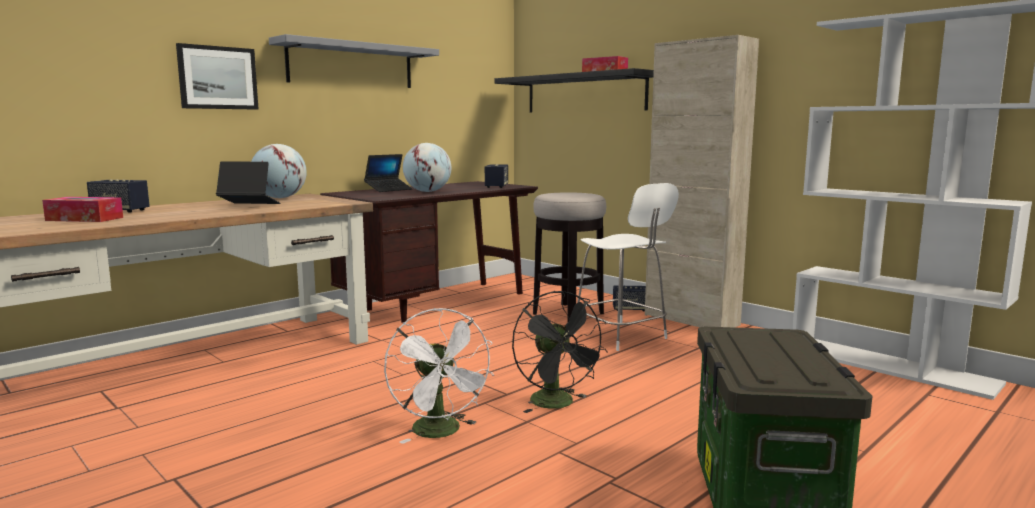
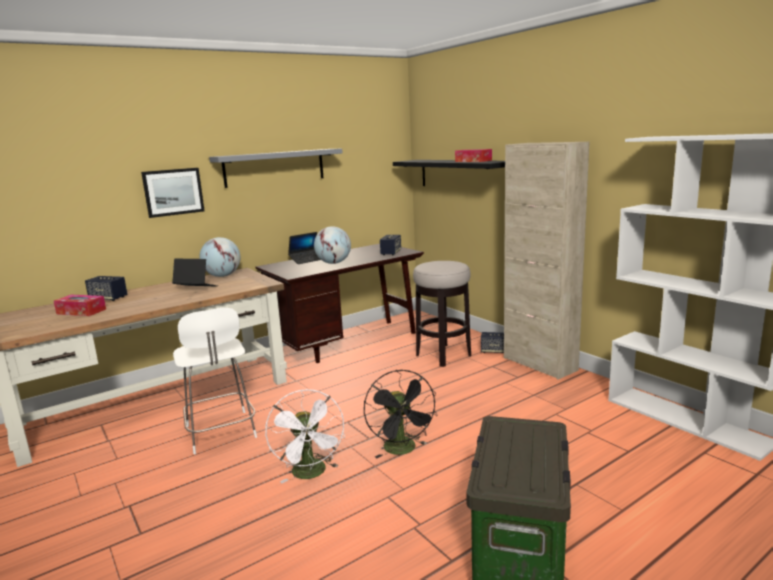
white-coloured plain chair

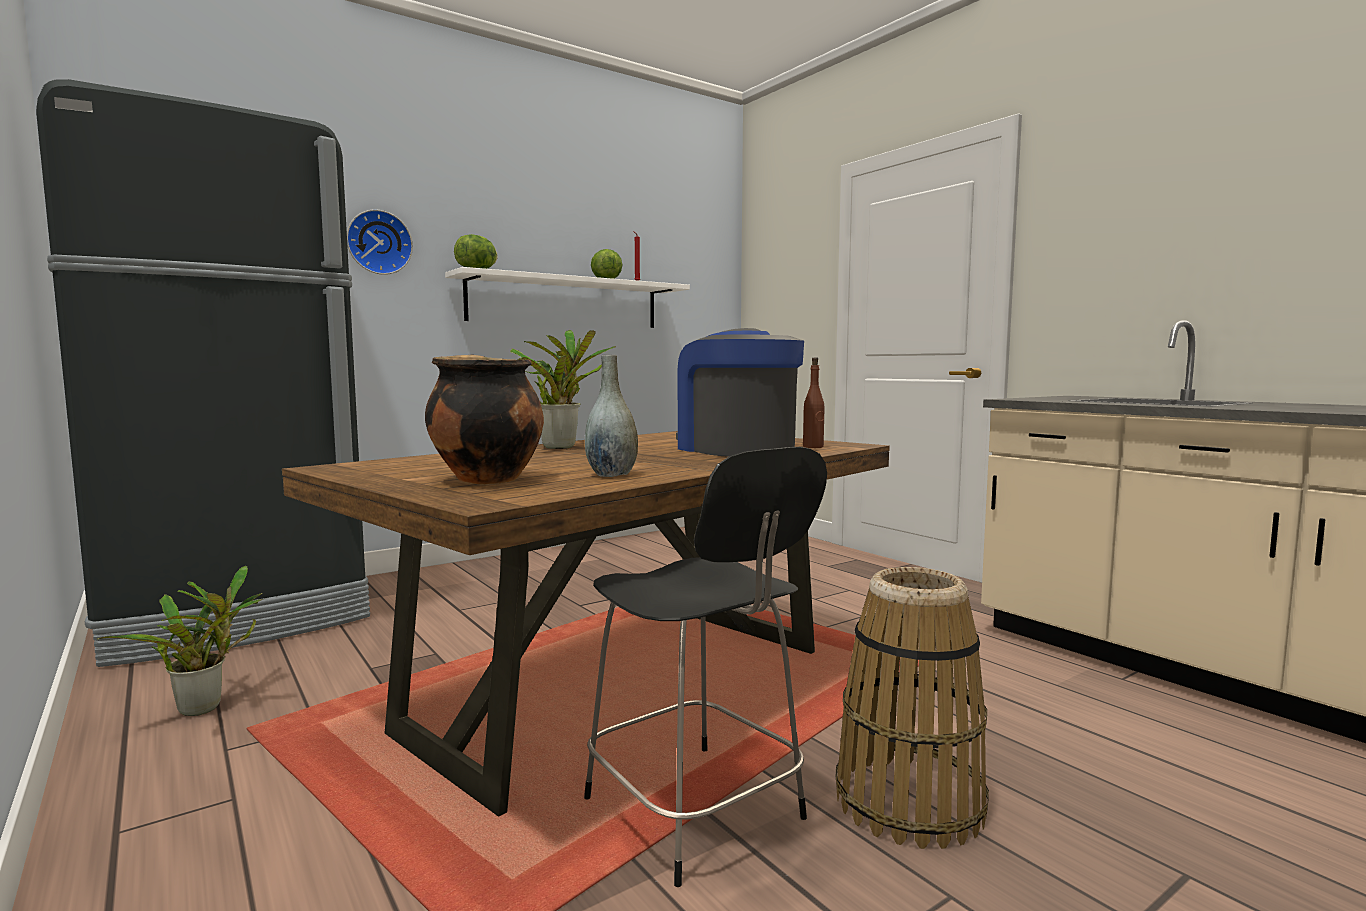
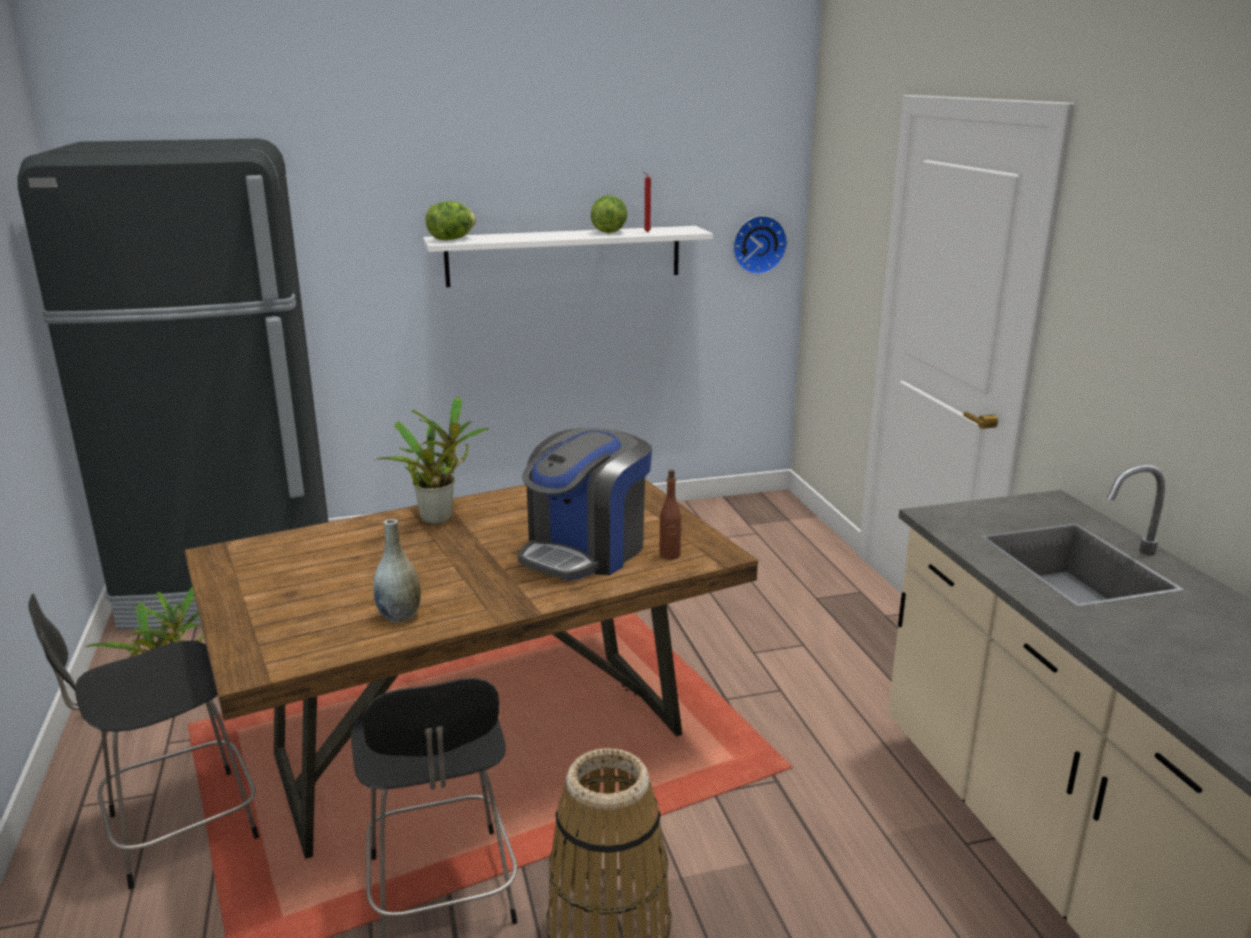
saucepot; blackish plain chair (no. 1 from left); hanging clock; coffee machine

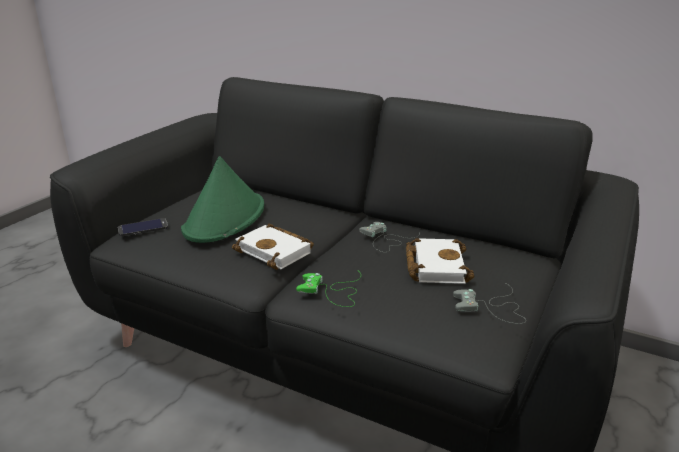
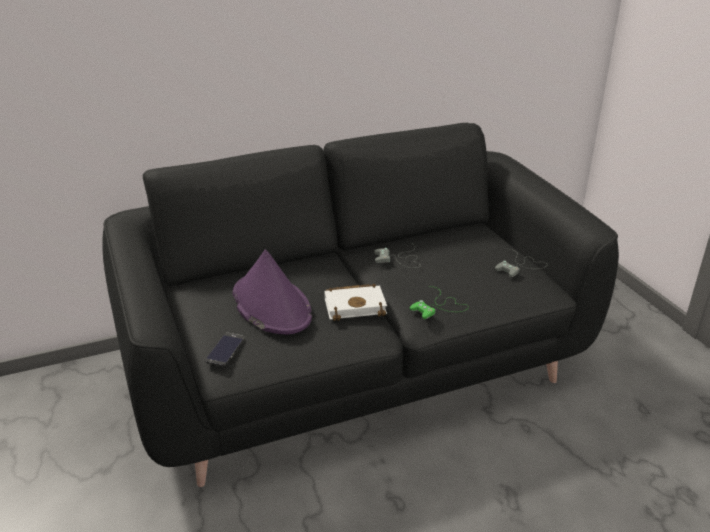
white-coloured bound book (no. 2 from left in the first image); purple wearable hat

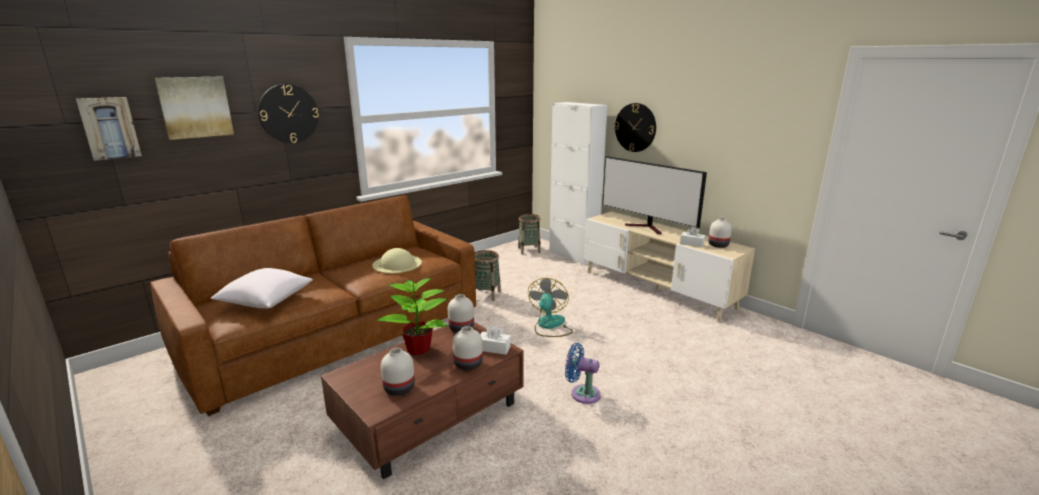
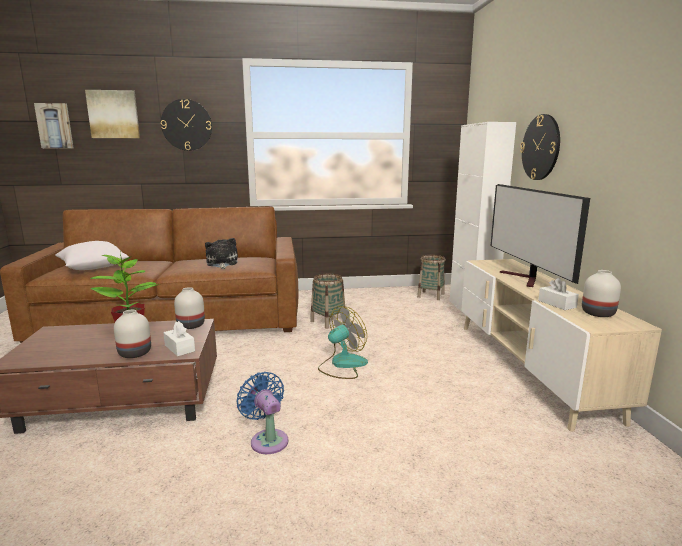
white-coloured flower vase (no. 1 from left in the first image); cuddly toy

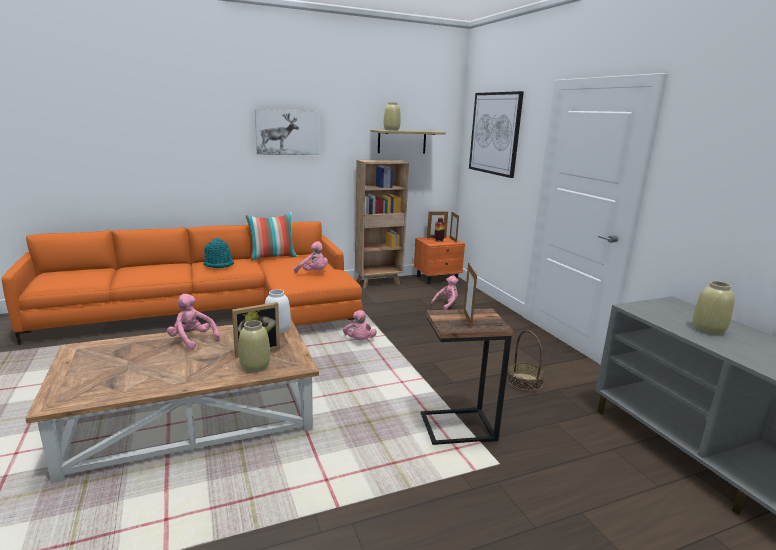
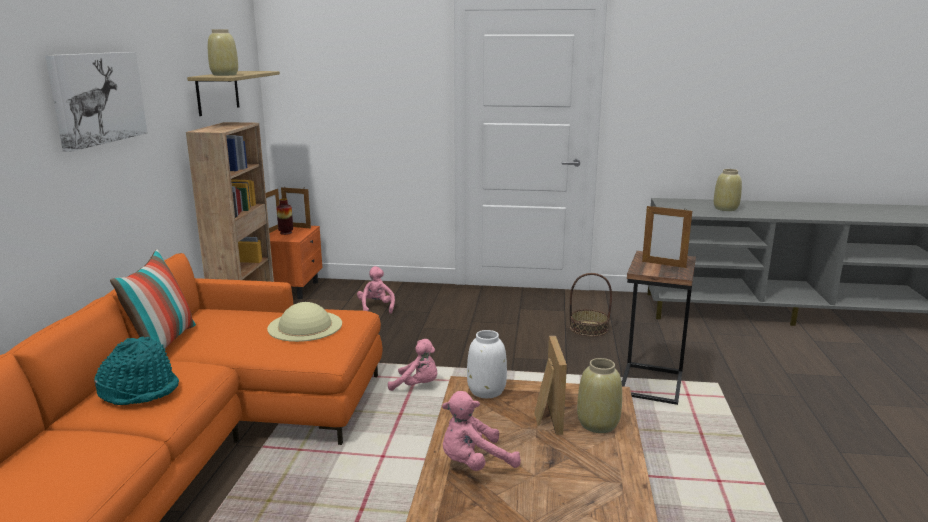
wall art (no. 2 from left in the first image); sand-coloured wearable hat

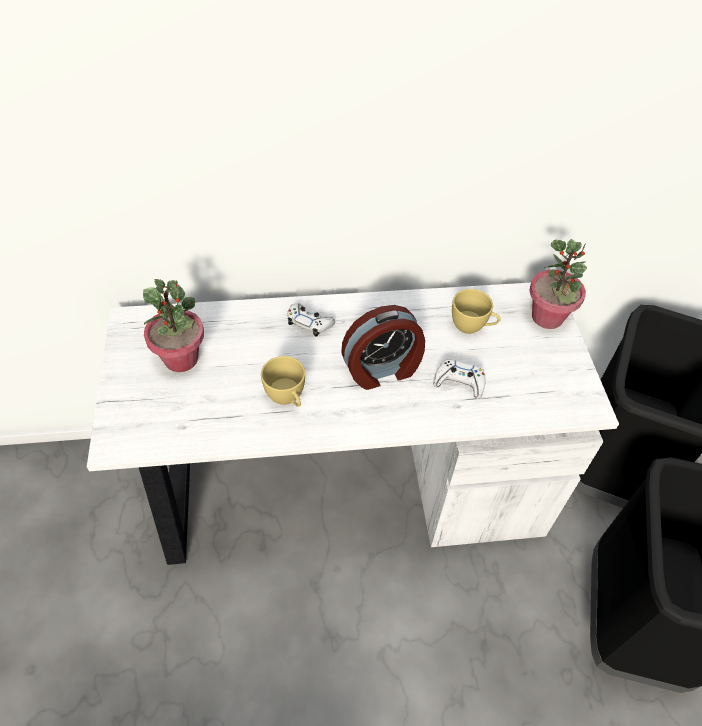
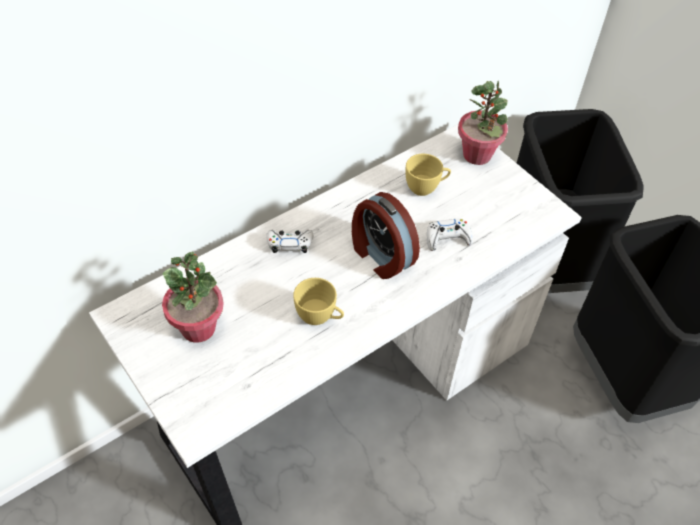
alarm clock

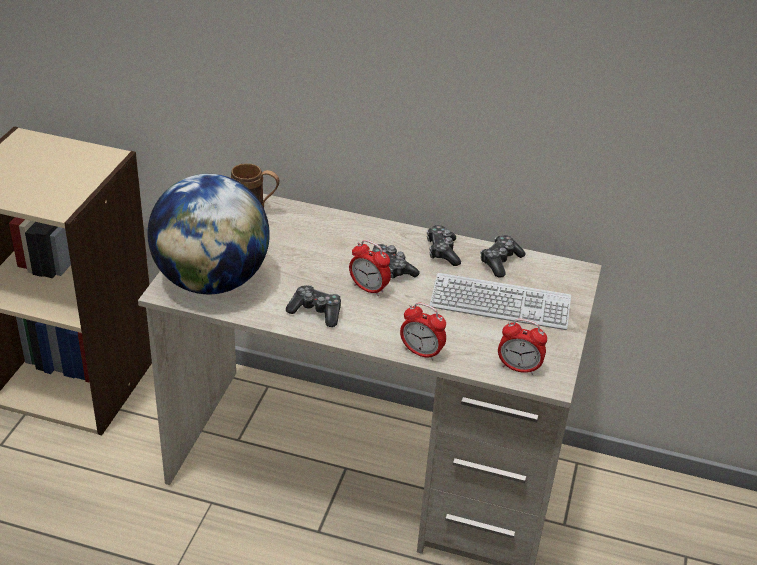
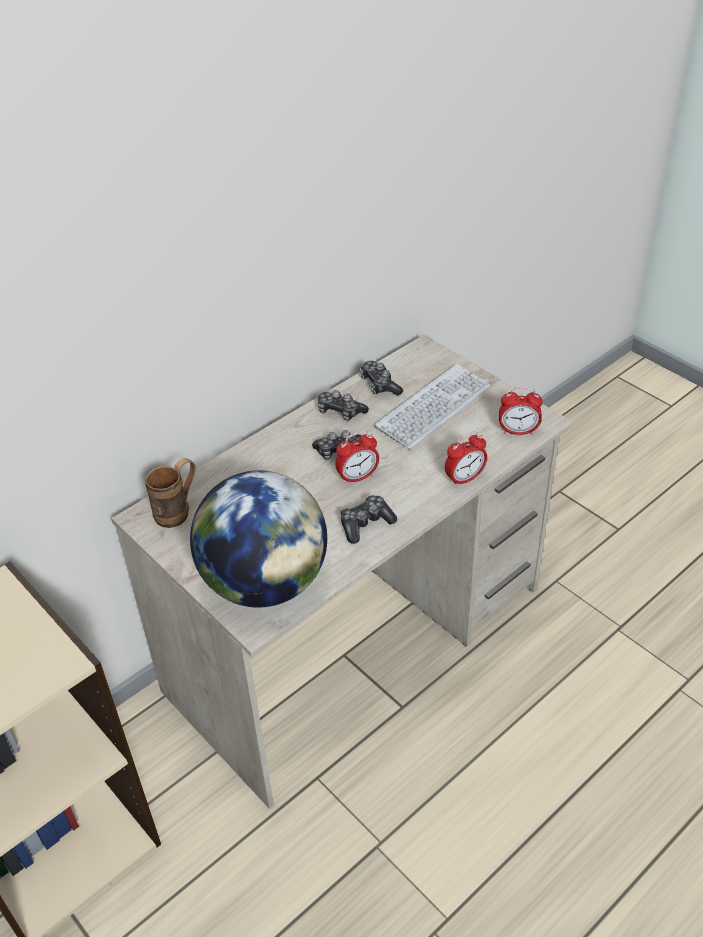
alarm clock (no. 3 from left)

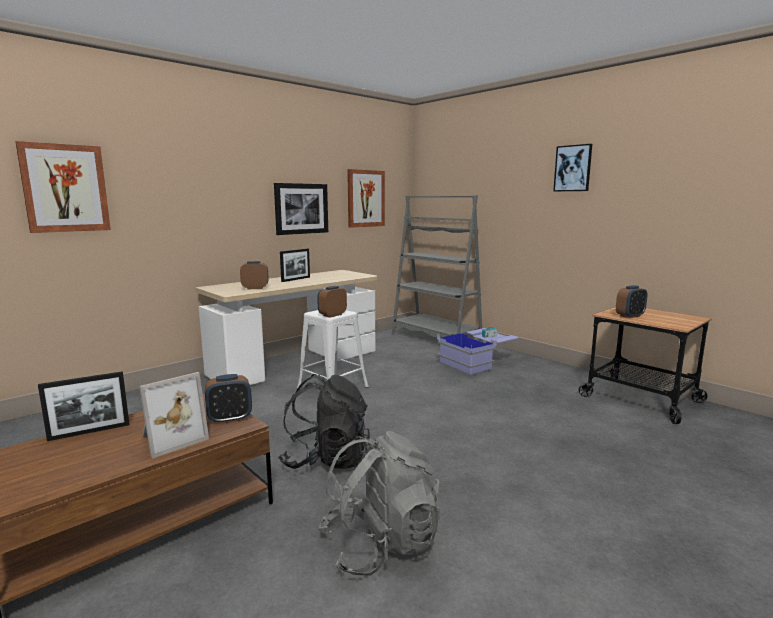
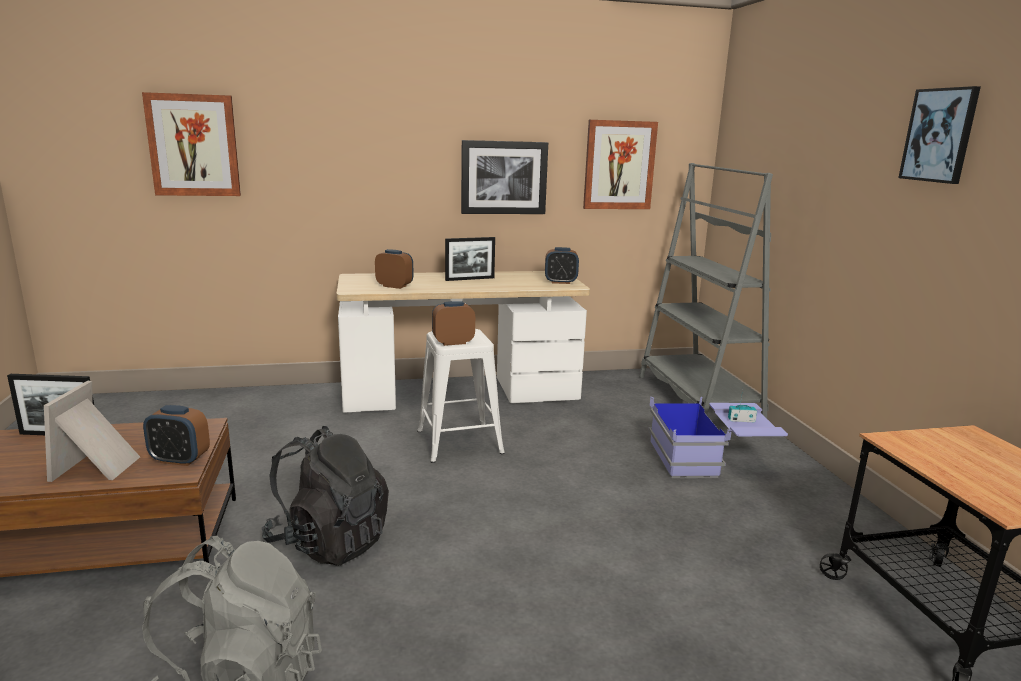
alarm clock (no. 4 from left); photo frame (no. 2 from left)

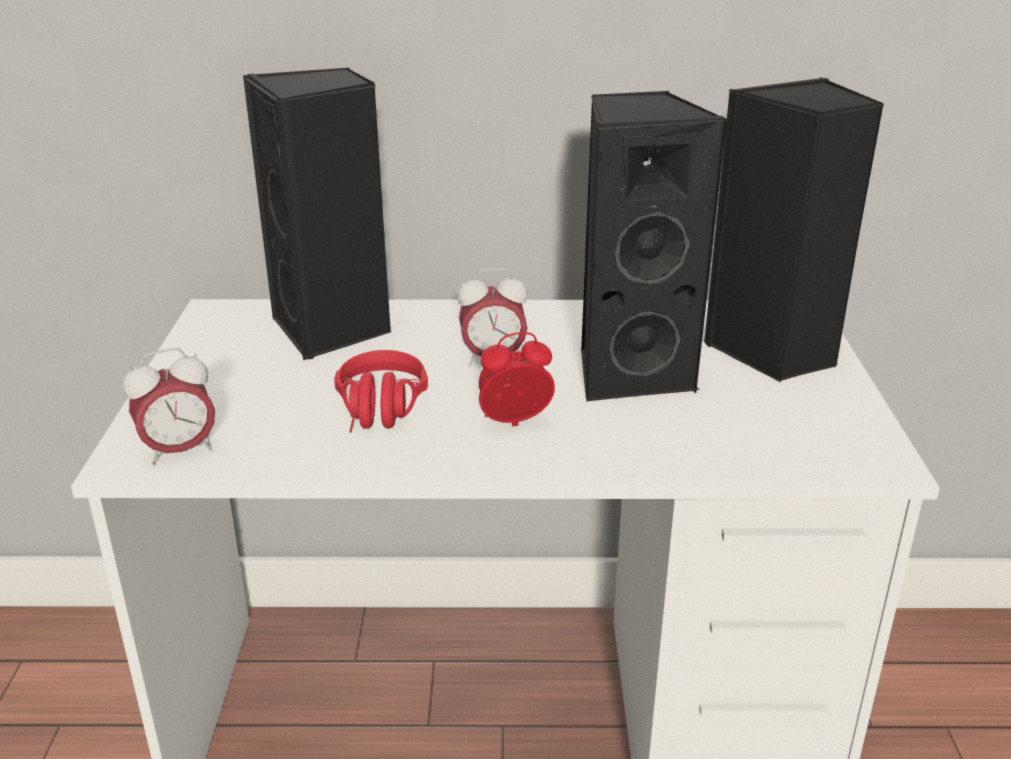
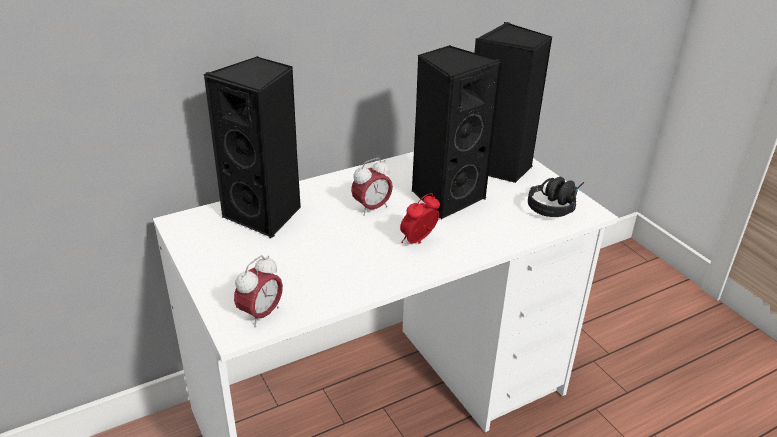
red-coloured headset; blackish headset

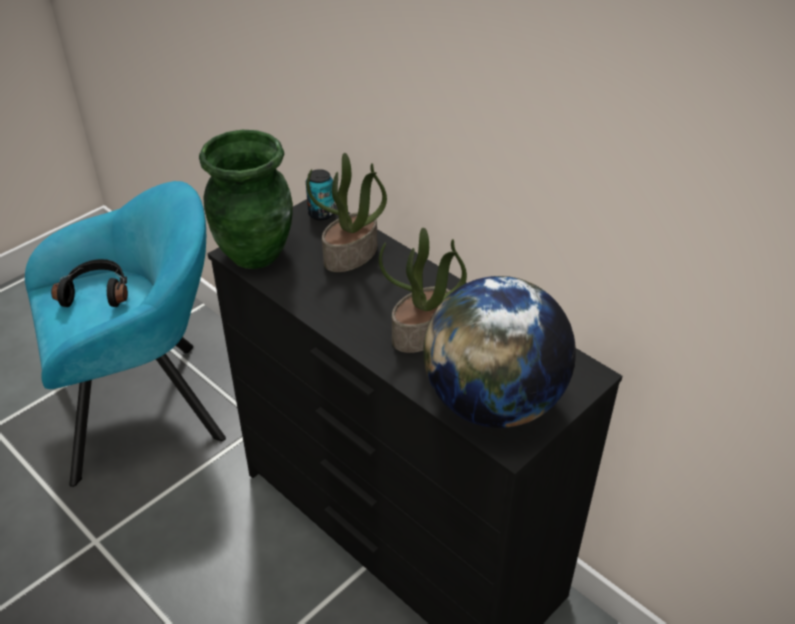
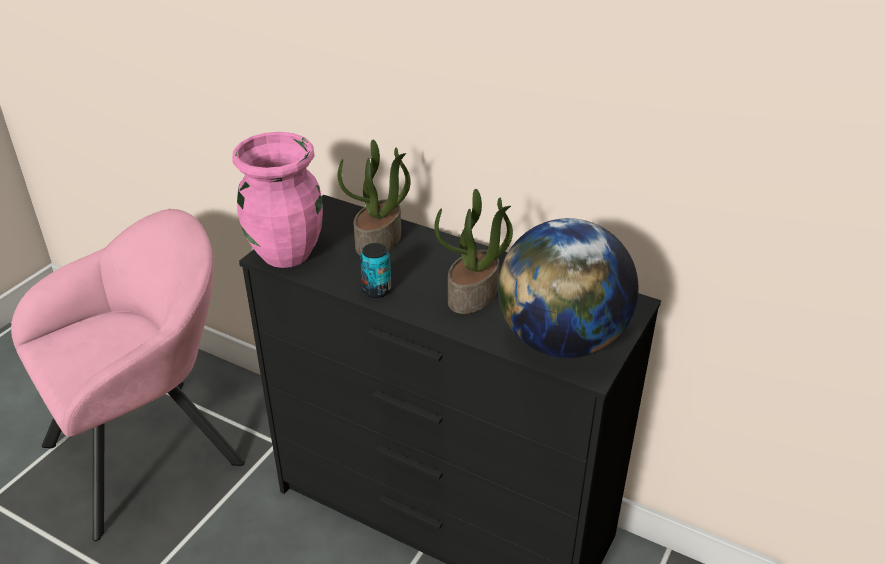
blackish headset; sealed can; pink-coloured armchair; pink-coloured flower vase

